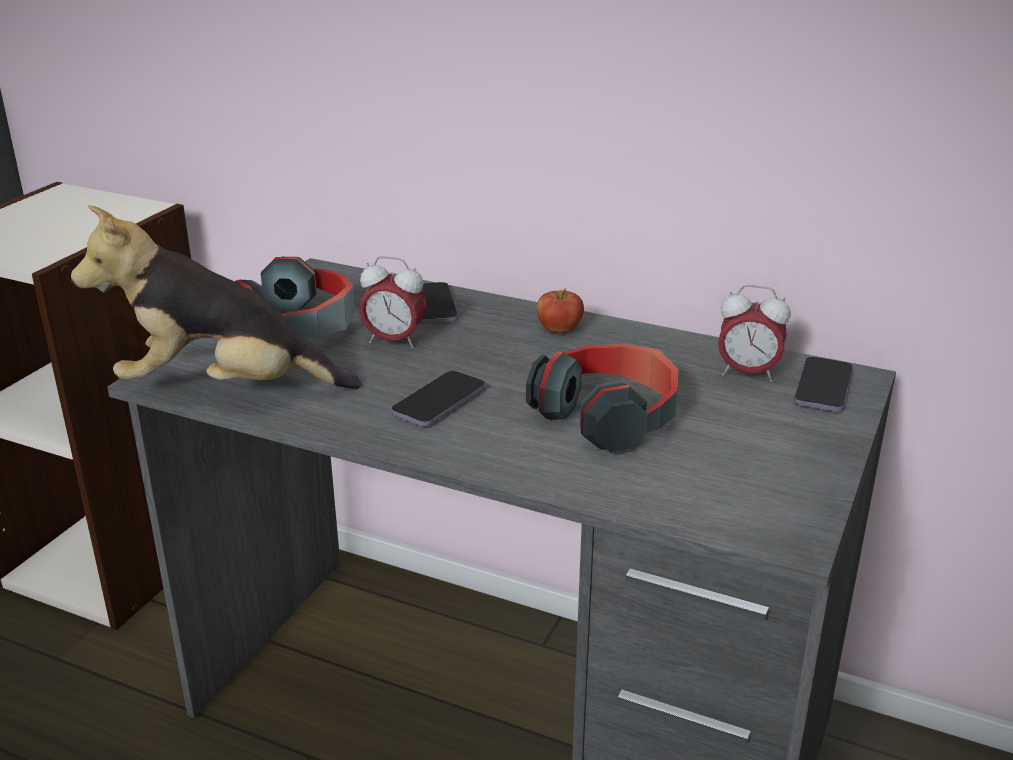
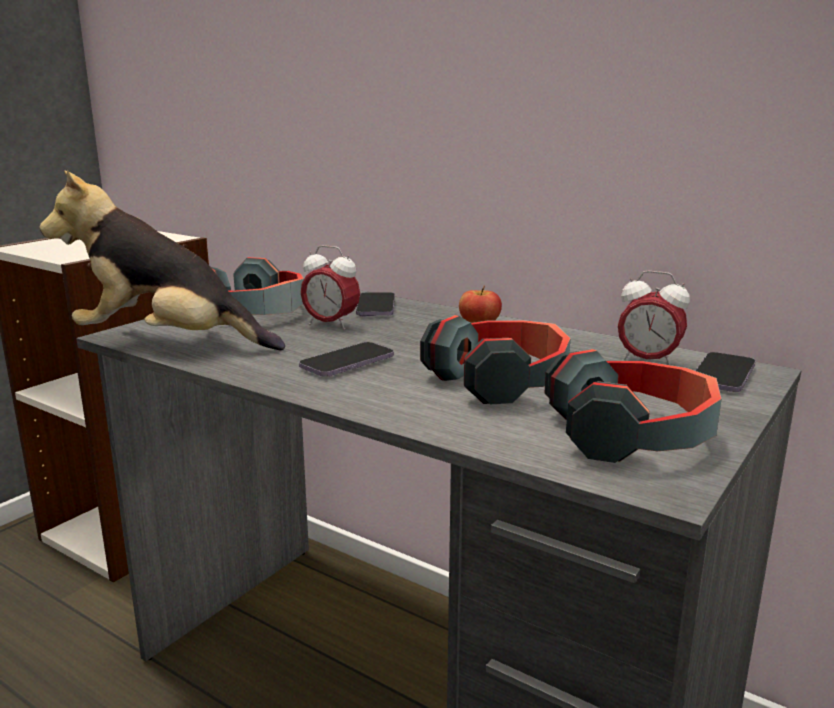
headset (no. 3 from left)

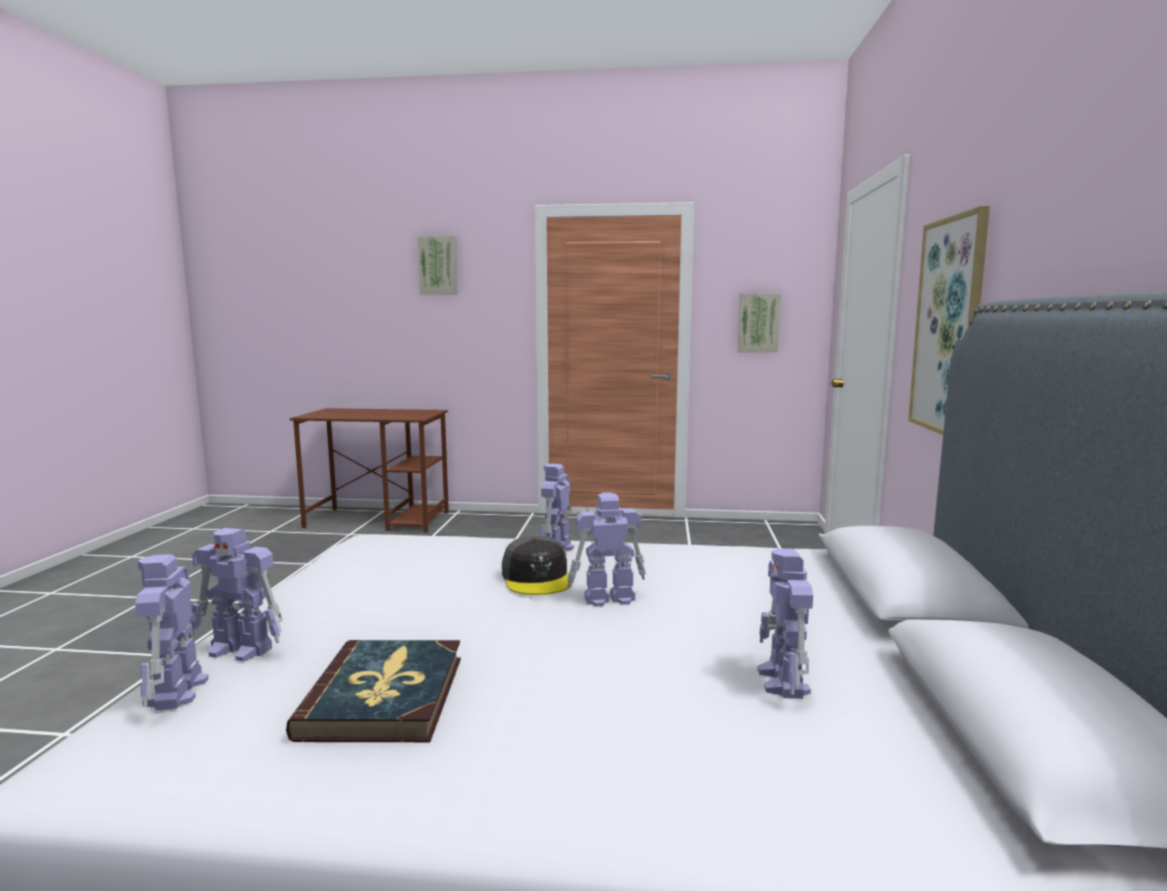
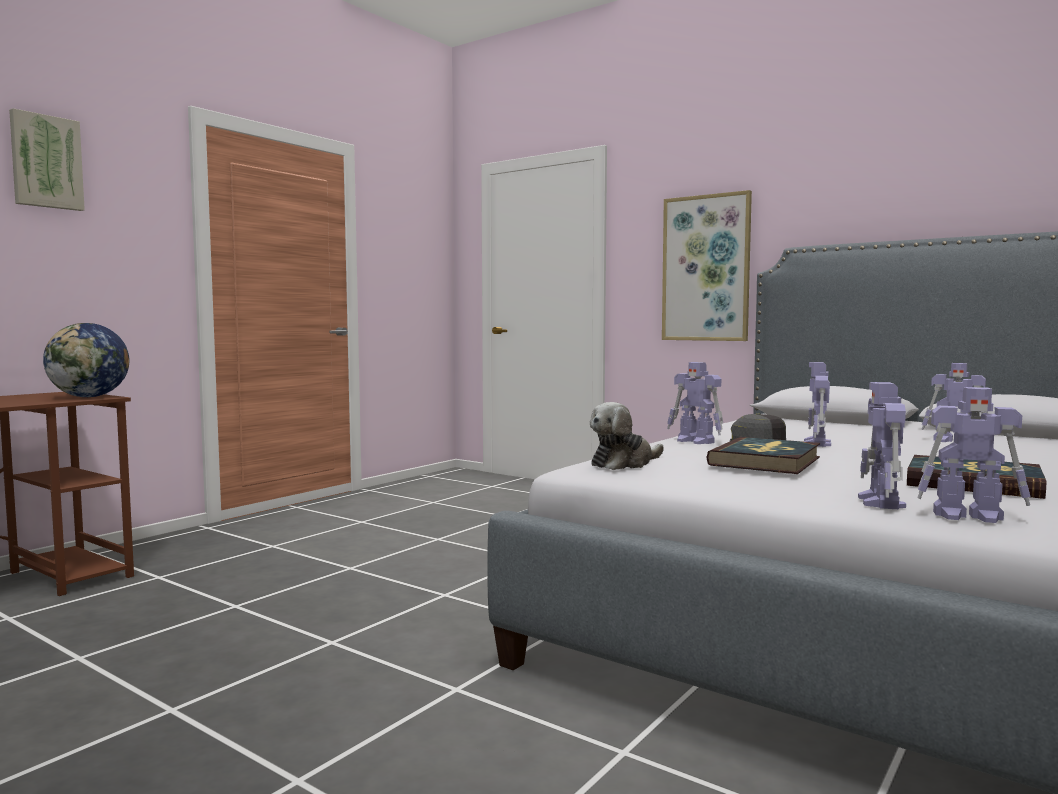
wall art (no. 2 from left in the first image); globe; cuddly toy; bound book (no. 1 from left); robot figure (no. 3 from left)

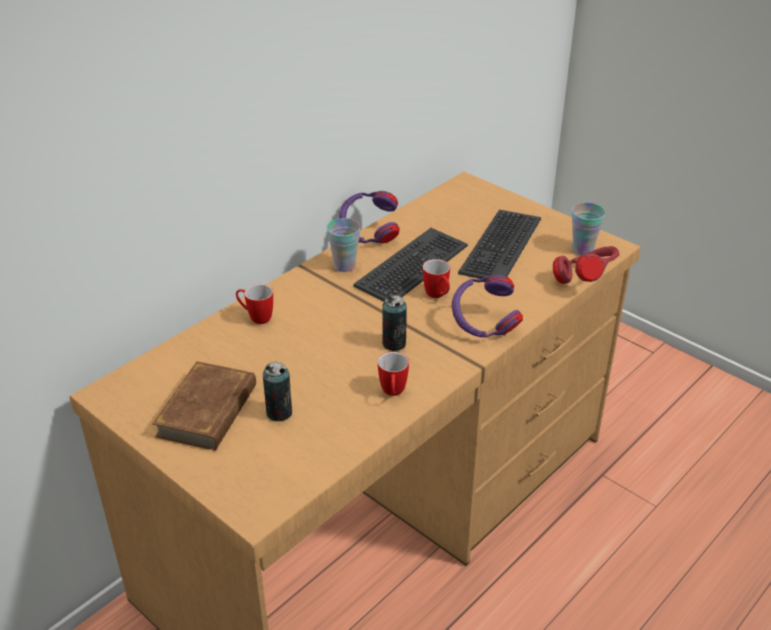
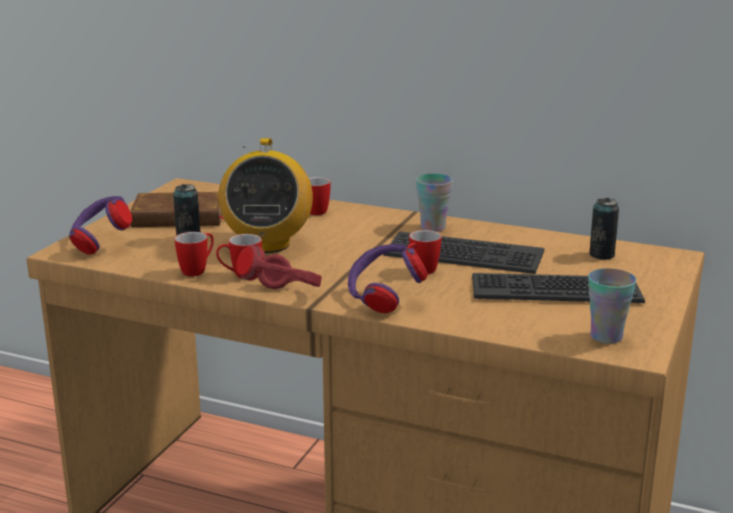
tea mug (no. 1 from left); radio; purple headset (no. 1 from left); sealed can (no. 2 from left); red-coloured headset

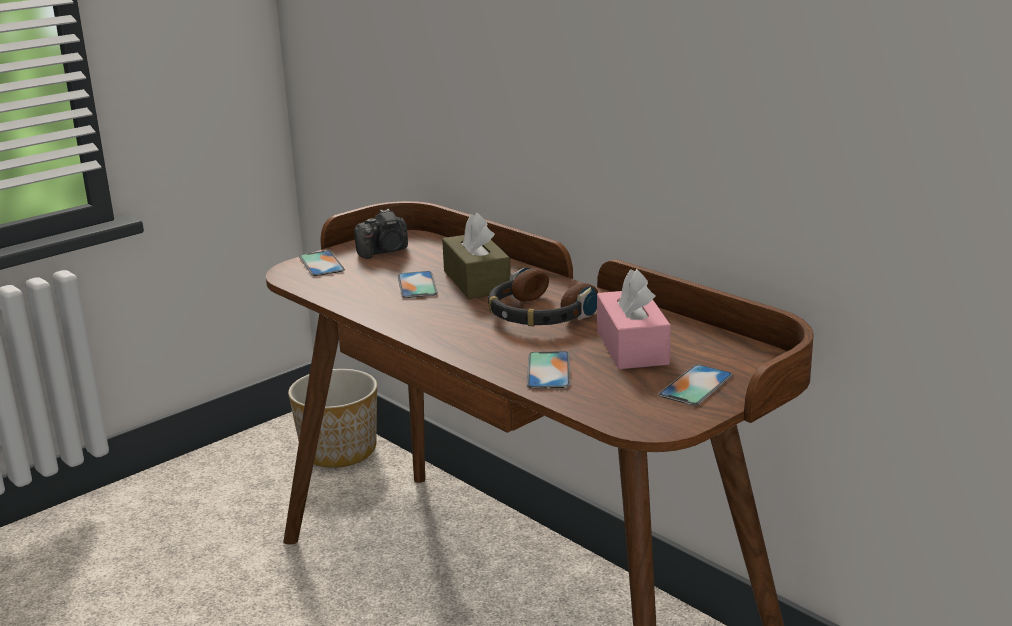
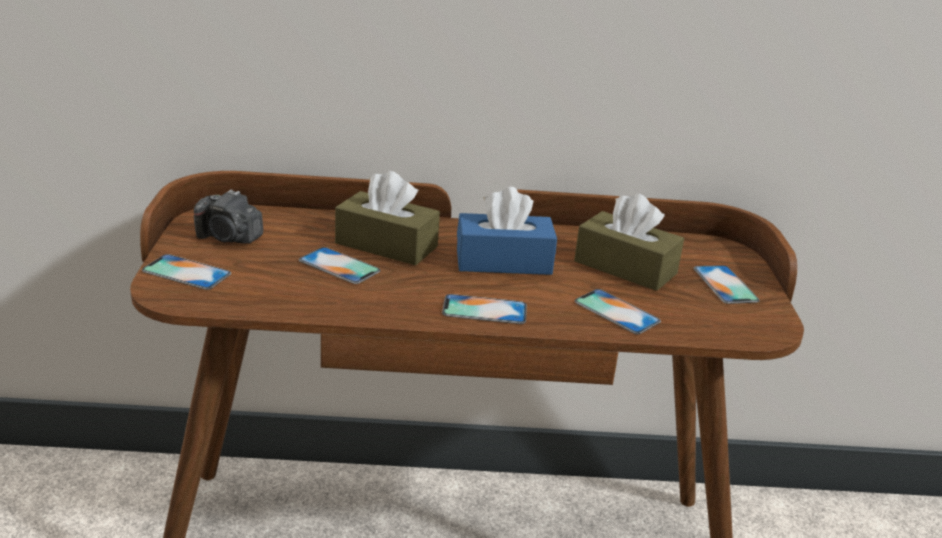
plant pot; handset (no. 3 from left); blue-coloured tissue holder; brownish tissue holder (no. 2 from left); photo camera

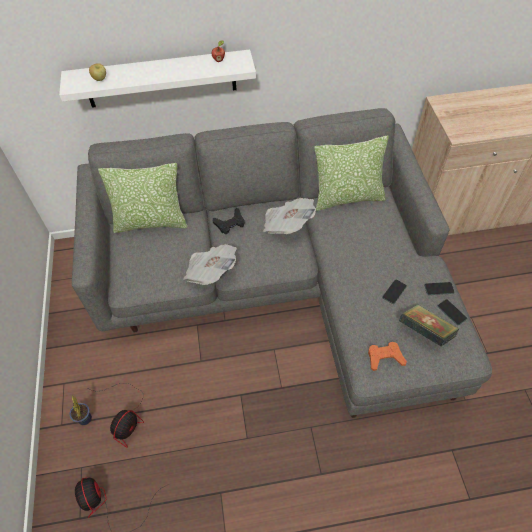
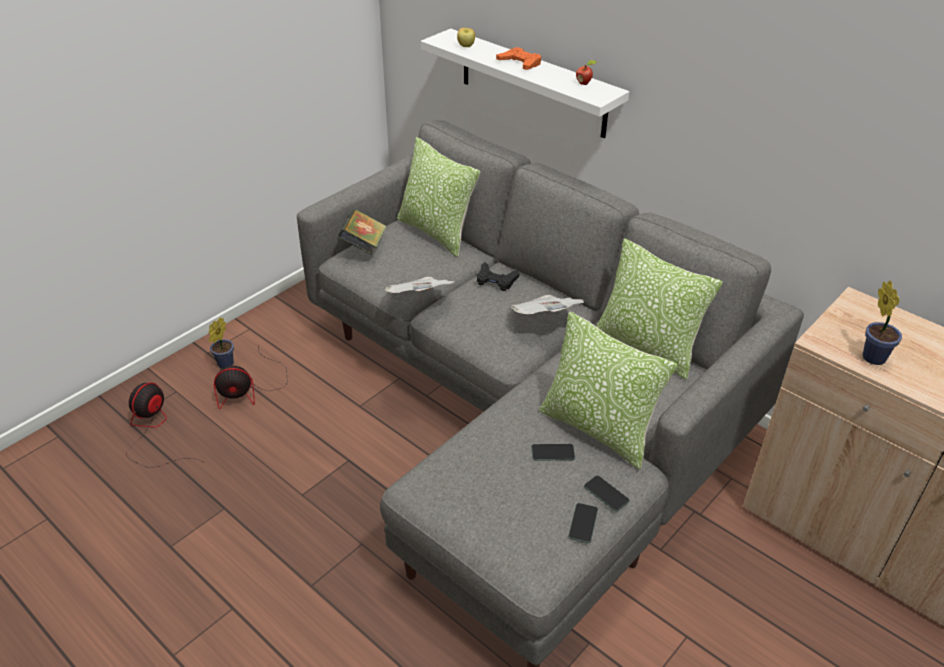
cushion (no. 2 from left); potted plant (no. 2 from left); orangey game controller; bound book

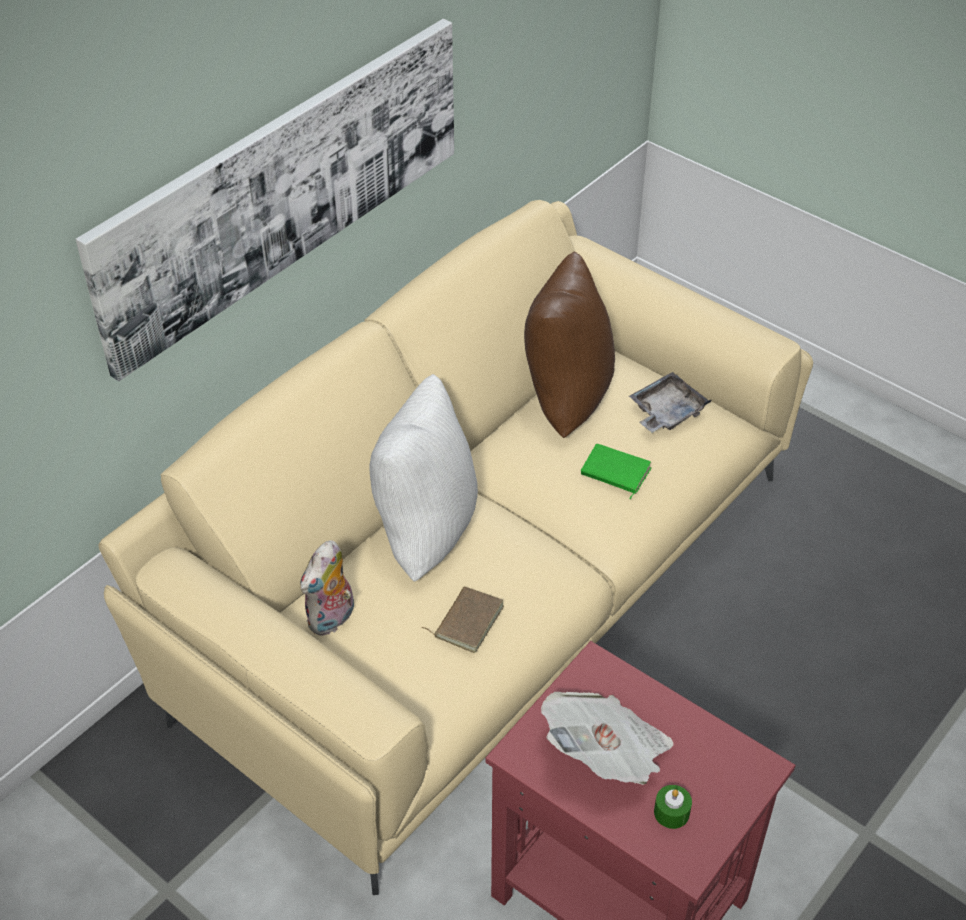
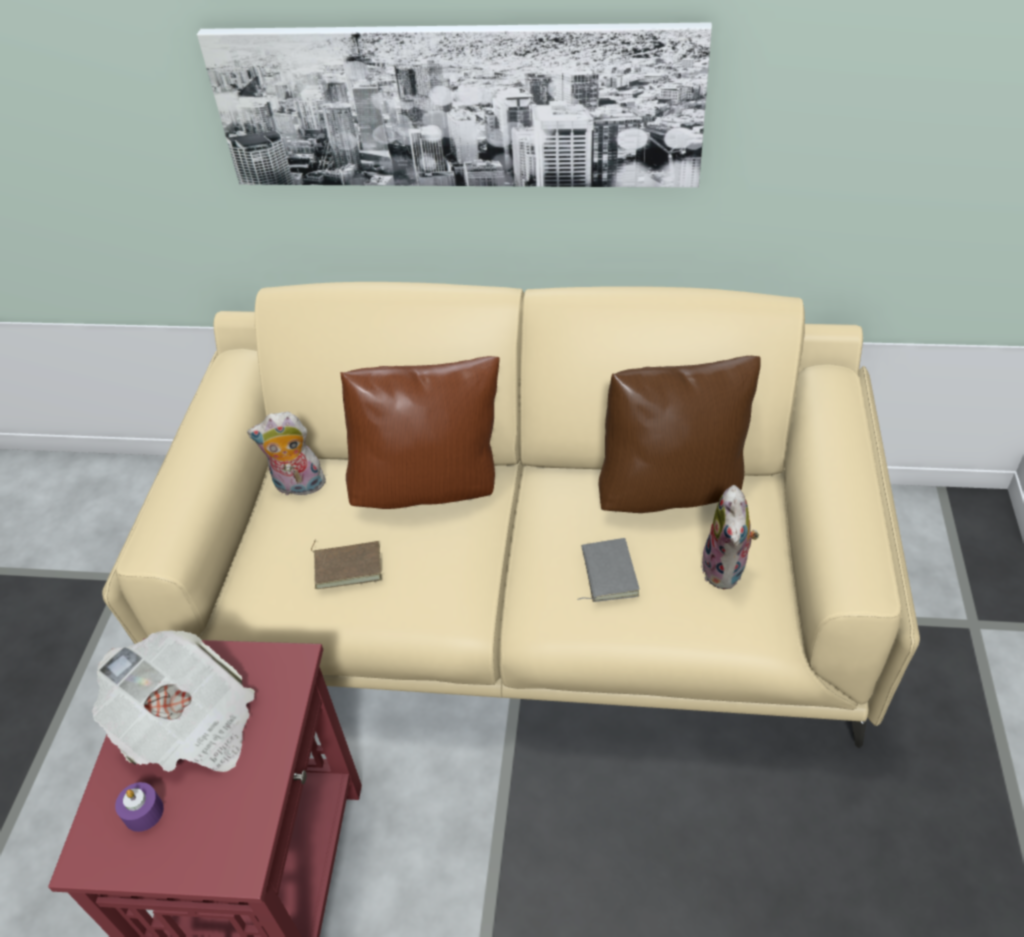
cuddly toy (no. 2 from left); brownish cushion (no. 1 from left); grey bound book; purple wax light

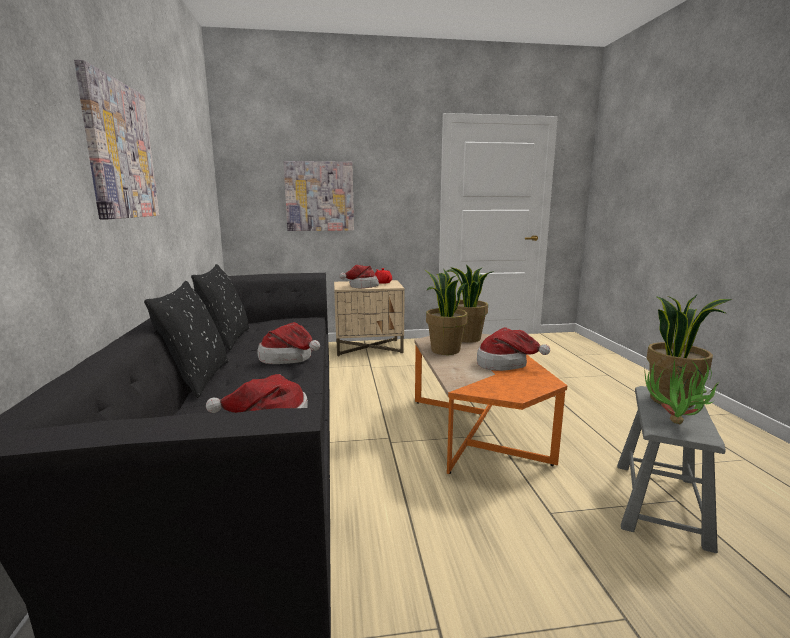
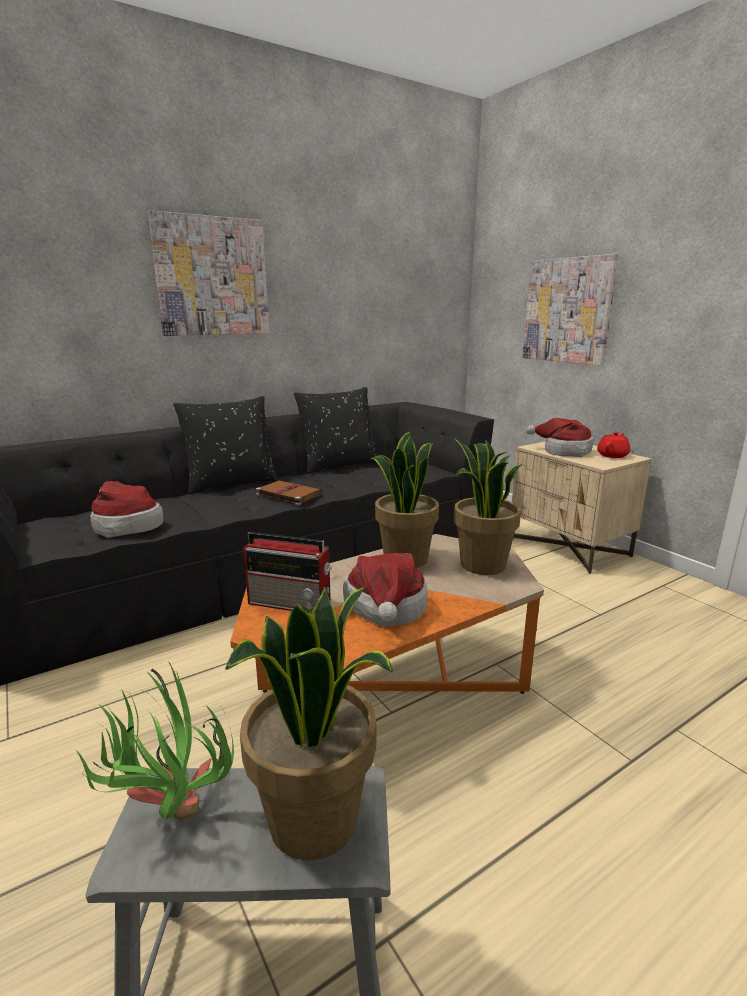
radio; brownish bound book

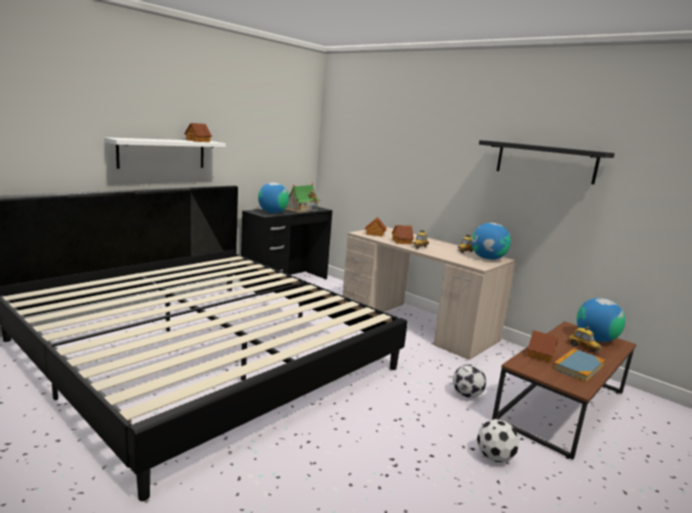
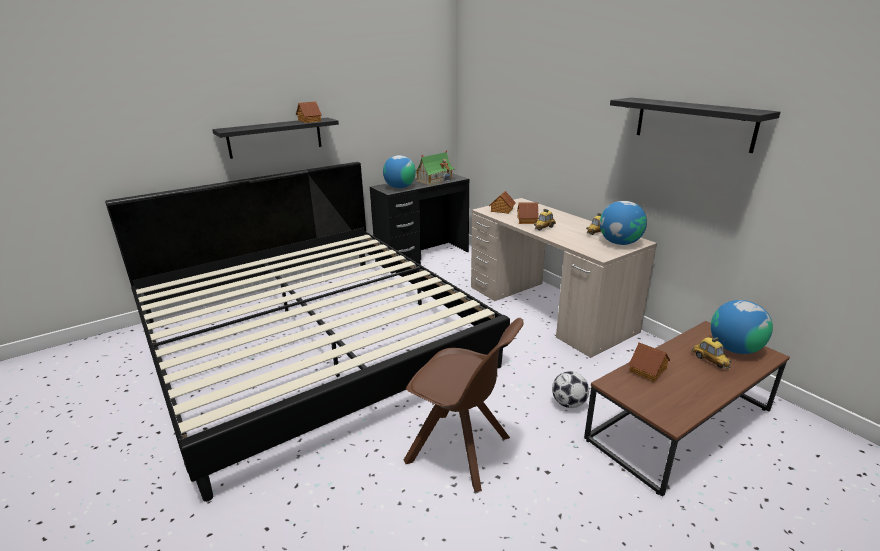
football ball (no. 2 from left in the first image); bound book; brownish plain chair; blackish wall shelf (no. 1 from left)

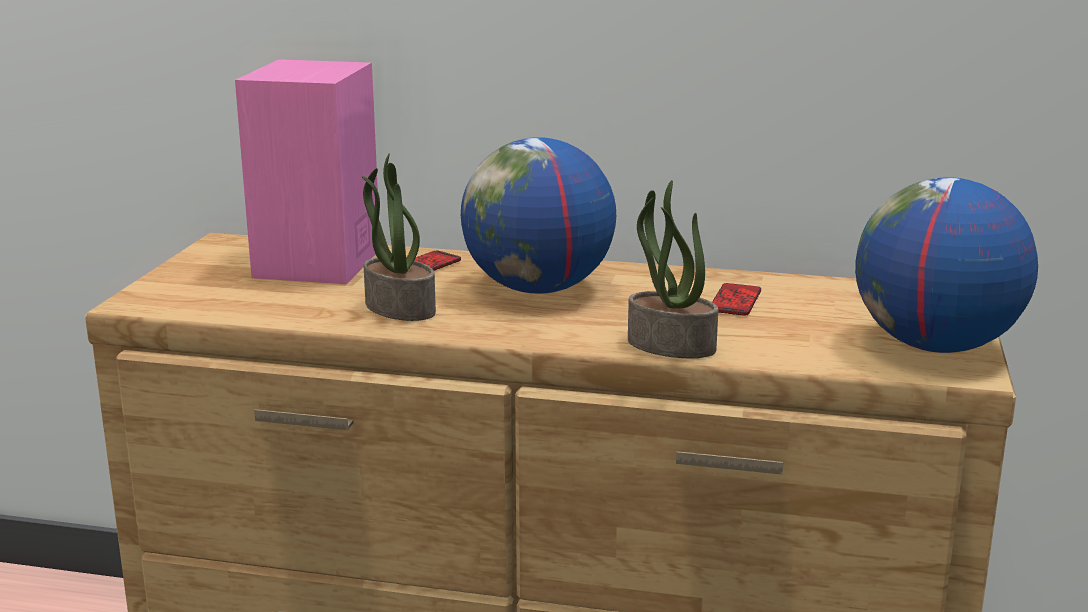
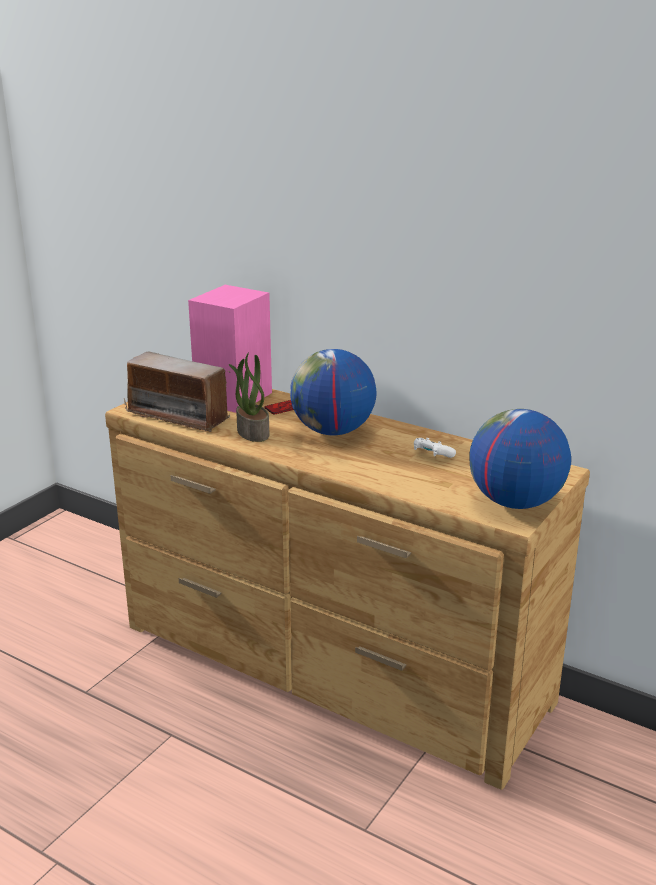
potted plant (no. 2 from left in the first image); radio; white-coloured game controller

